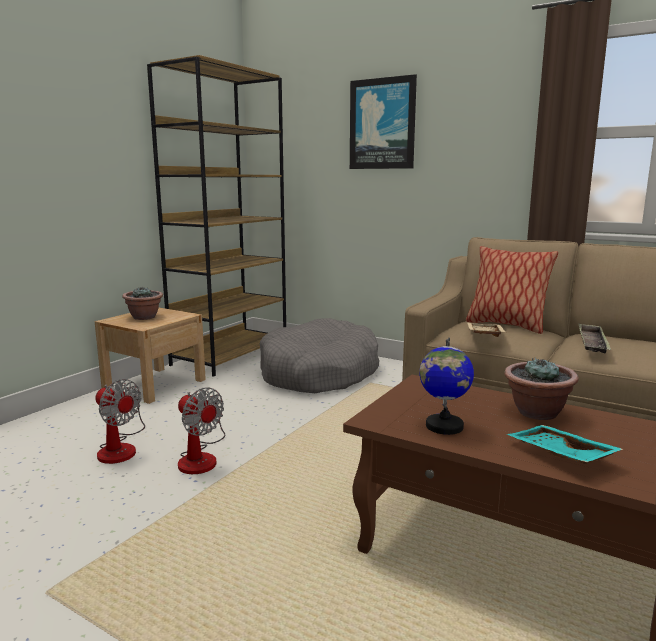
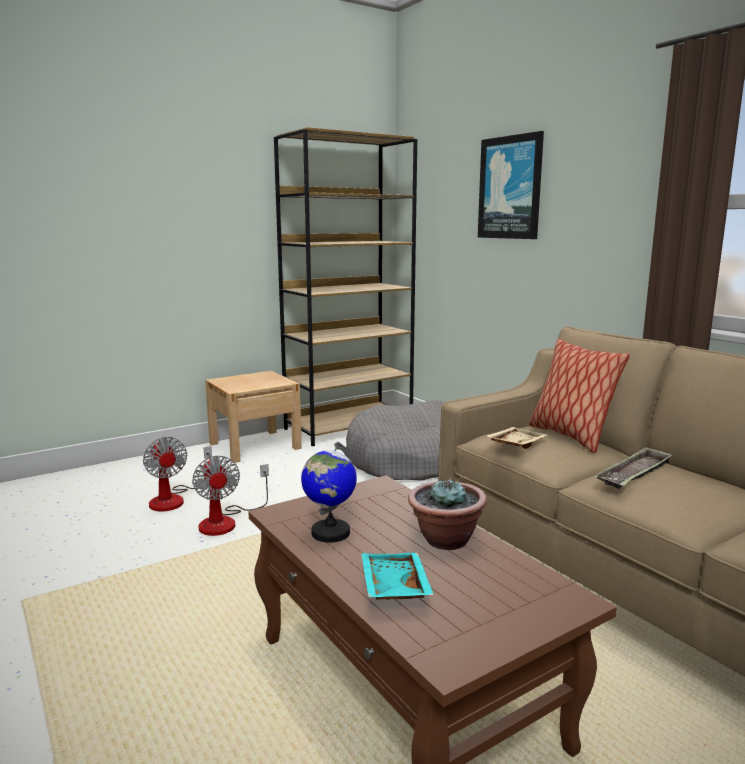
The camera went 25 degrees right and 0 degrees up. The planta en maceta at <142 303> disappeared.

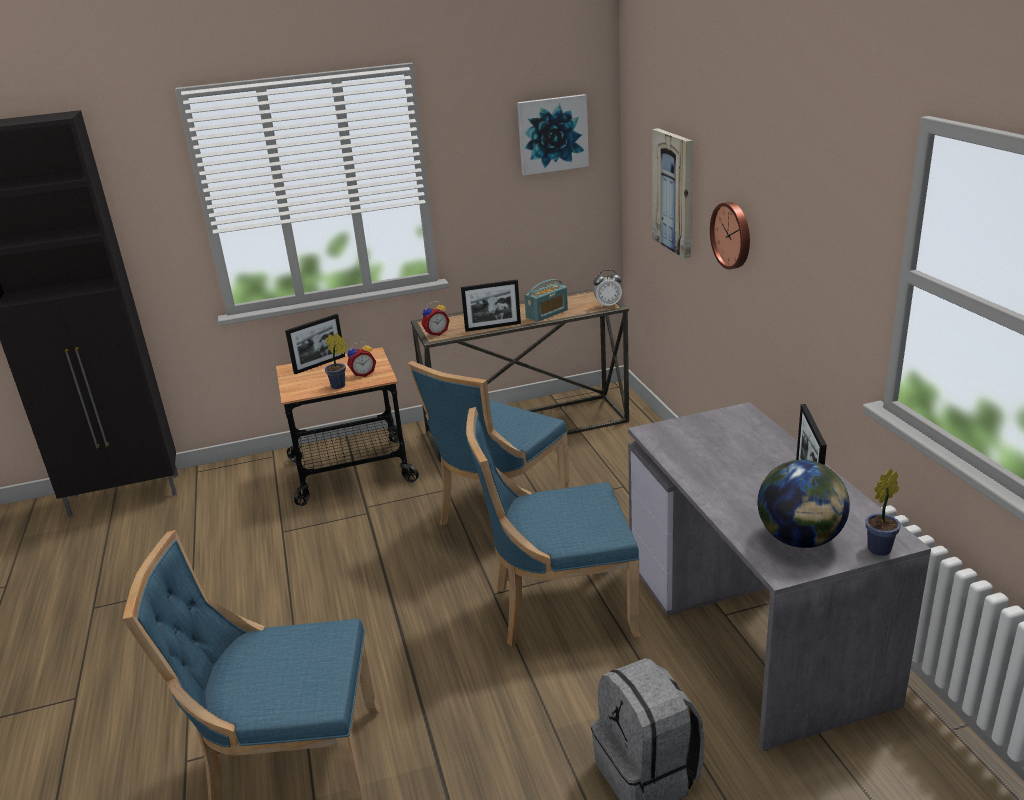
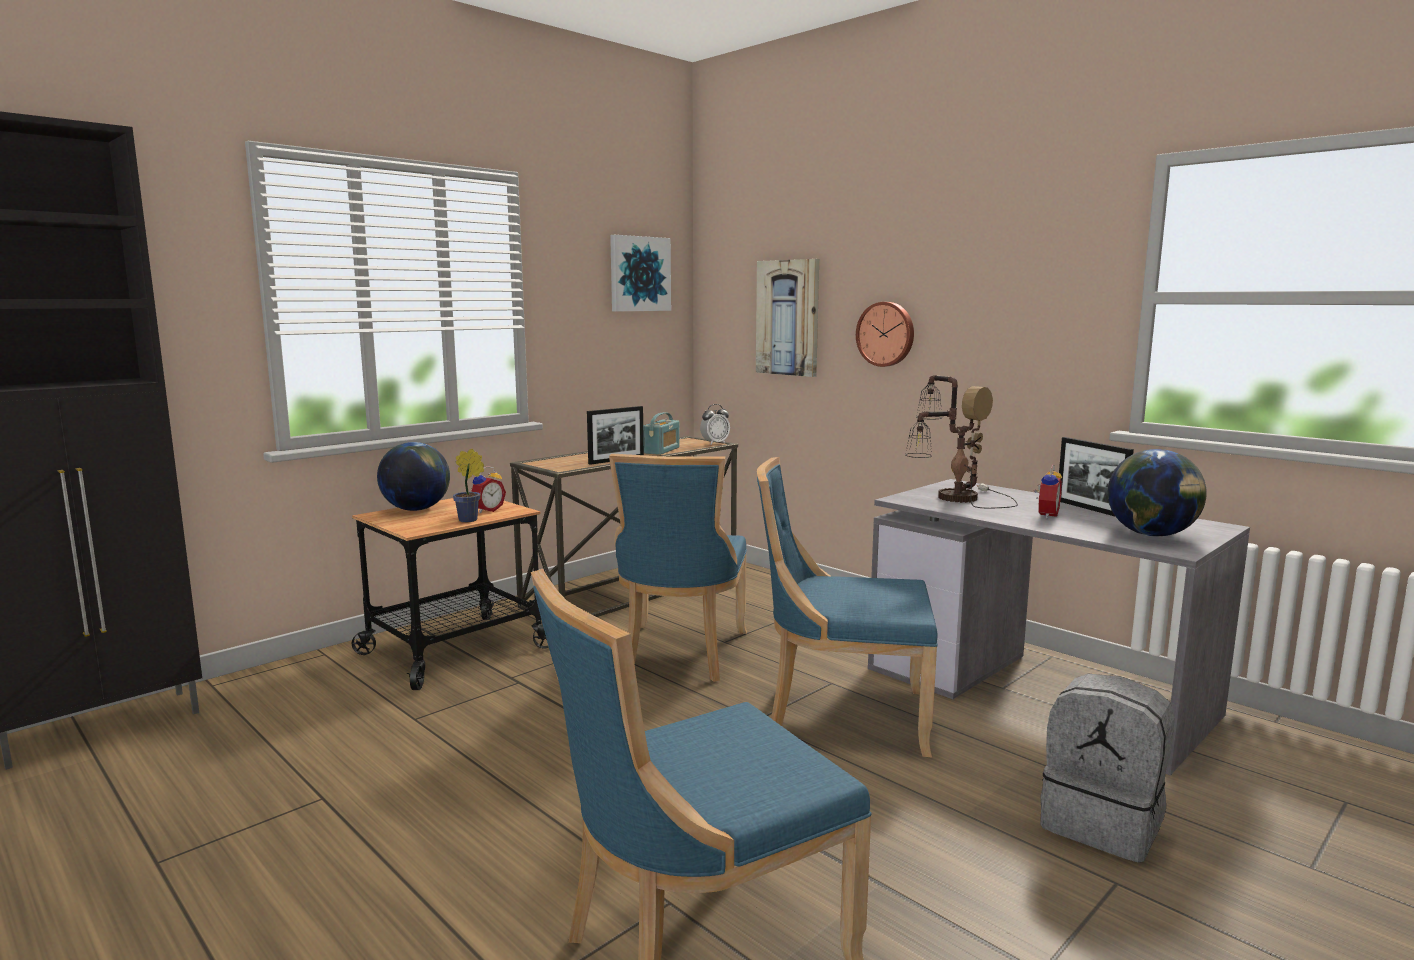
The camera went 30 degrees left and 15 degrees down. The despertador moved from <436 319> to <1048 491>. The portarretratos at <315 344> was replaced by the globo terráqueo at <413 476>. The silla [azul] at <553 526> turned 45 degrees clockwise. The planta en maceta at <883 512> disappeared. The lámpara de mesa at <961 442> appeared.

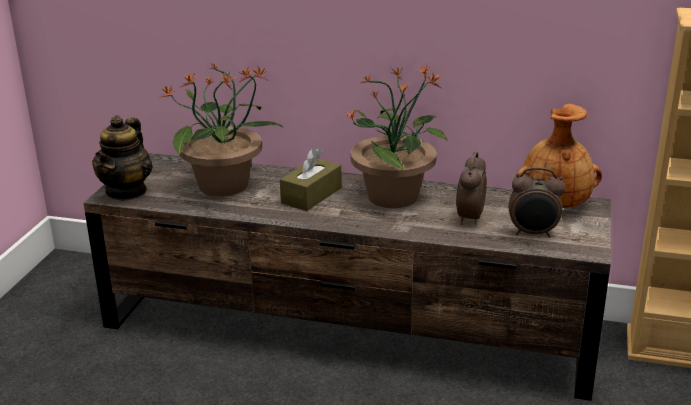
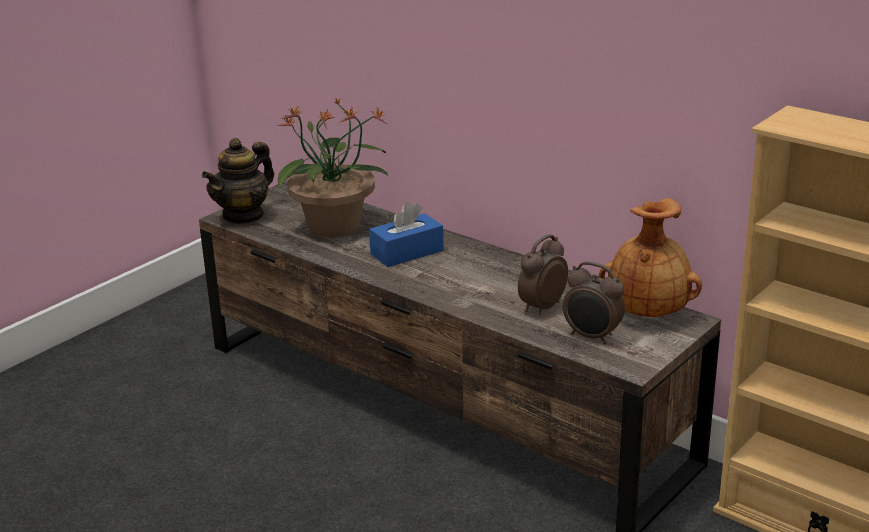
The camera went 25 degrees right and 0 degrees up. The planta en maceta at <396 136> disappeared. The caja de pañuelos [marrón] at <311 179> became the caja de pañuelos [azul] at <406 234>.

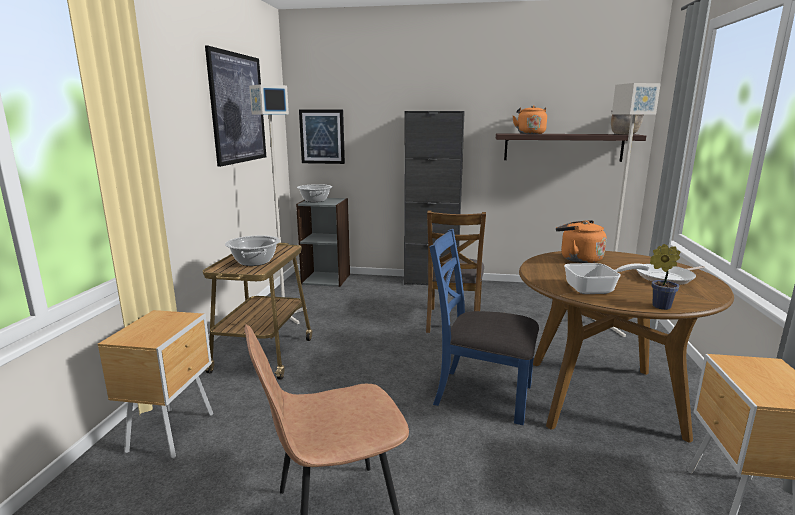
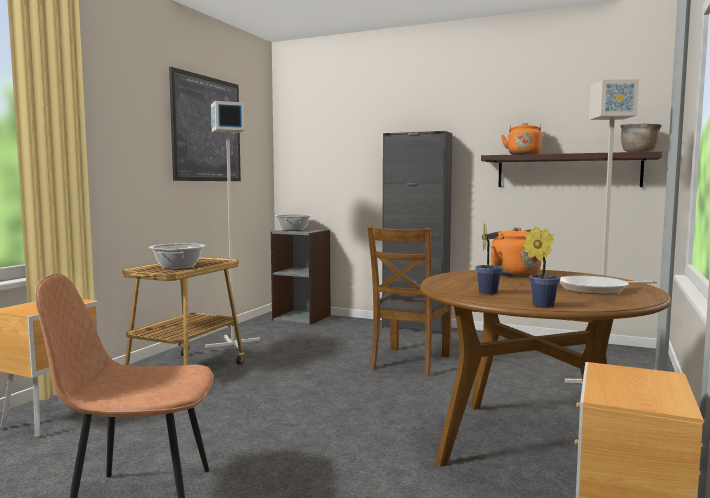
The camera went 15 degrees right and 10 degrees down. The cuadro at <322 137> disappeared. The silla [azul] at <484 327> disappeared. The sartén at <607 278> was replaced by the planta en maceta at <489 259>.

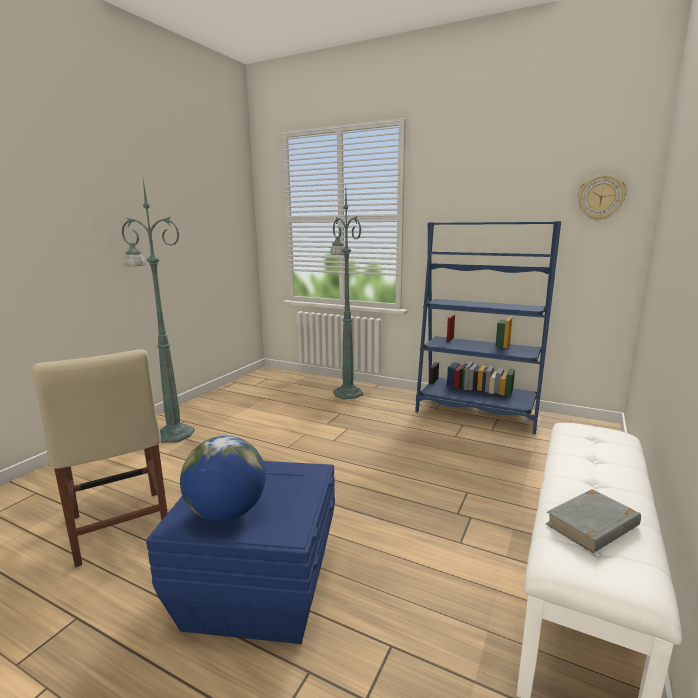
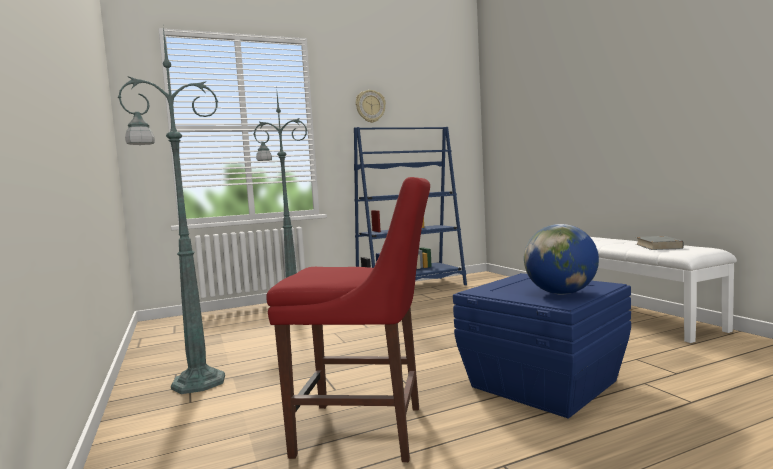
The camera went 50 degrees left and 10 degrees down. The reloj de pared moved from <602 197> to <371 106>. The silla [beis] at <100 458> became the silla [rojo] at <348 319>.

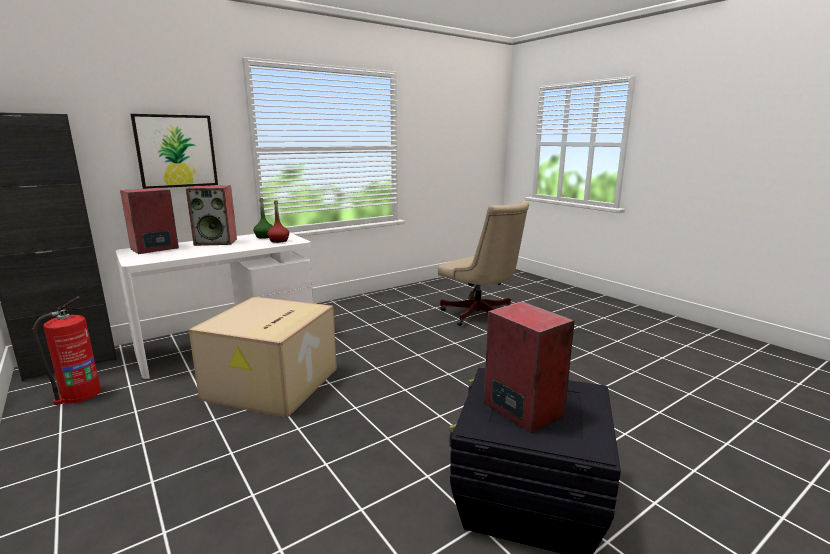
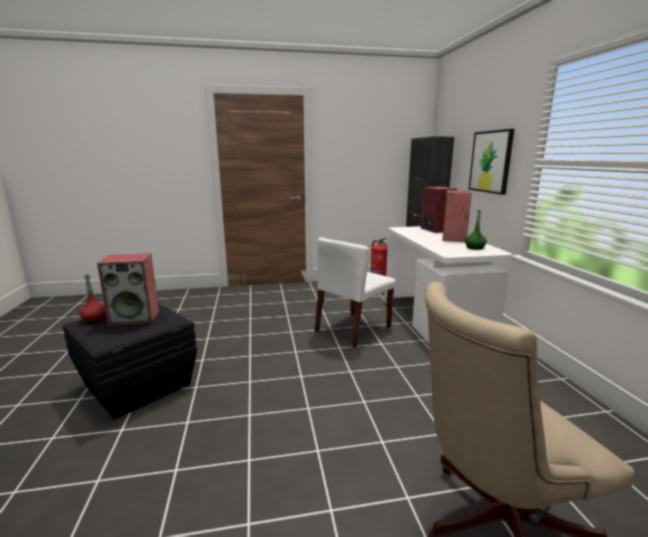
The camera went 115 degrees right and 0 degrees up. The botella [rojo] moved from <278 221> to <92 298>. The caja de cartón at <263 357> was replaced by the silla [blanco] at <355 292>.

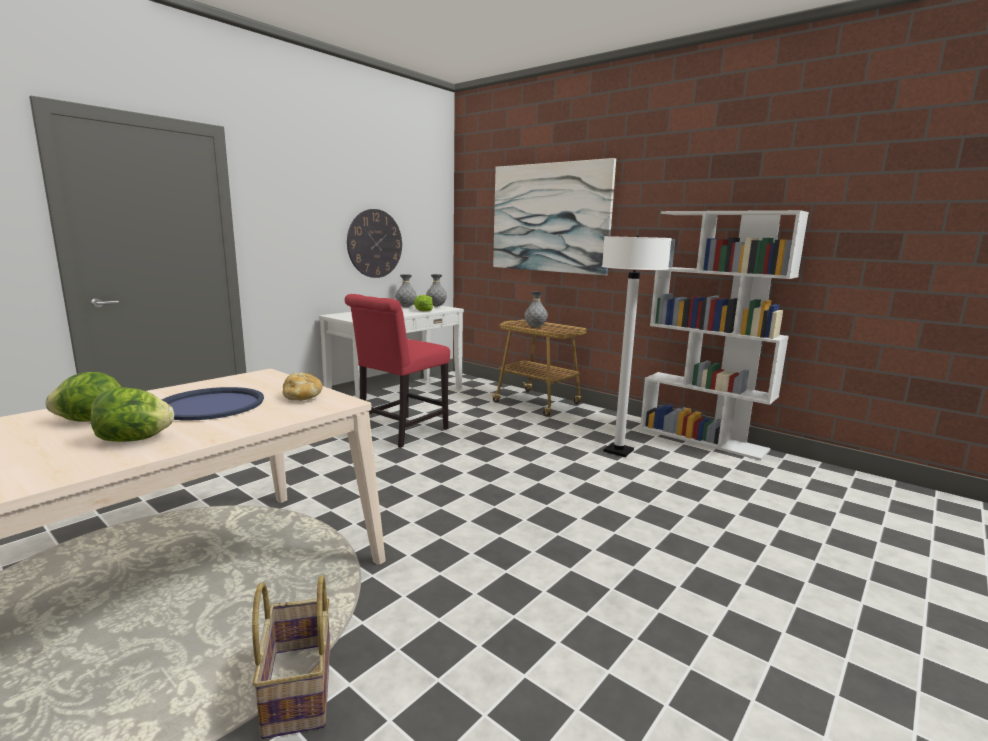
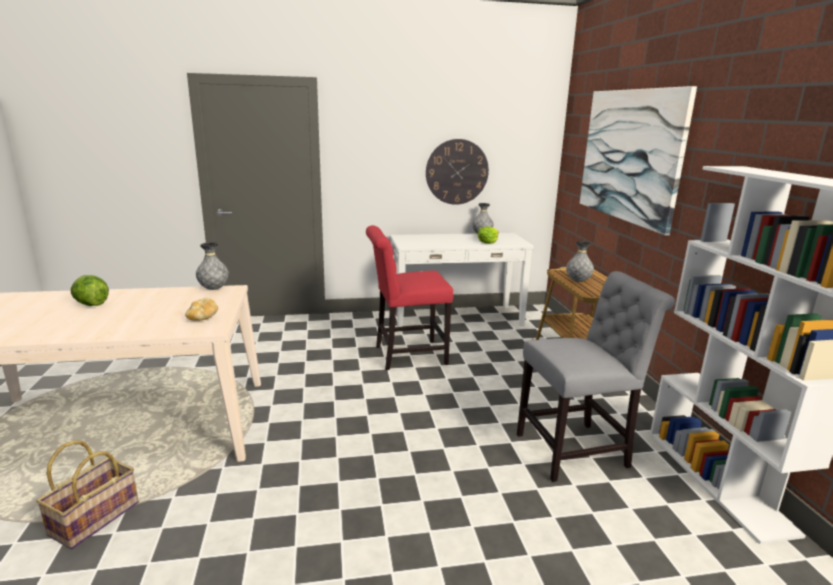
The camera went 40 degrees right and 5 degrees up. The lámpara de pie [blanco] at <637 346> was replaced by the silla [gris] at <596 376>. The florero [gris] moved from <436 290> to <212 266>. The lechuga at <132 414> disappeared. The bandeja [azul] at <213 403> disappeared.

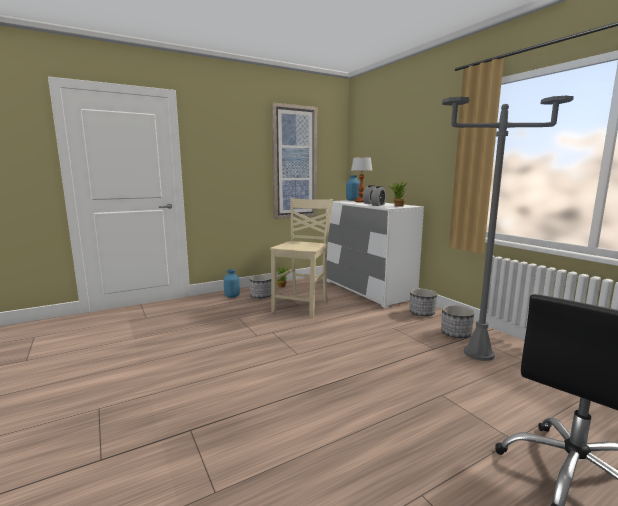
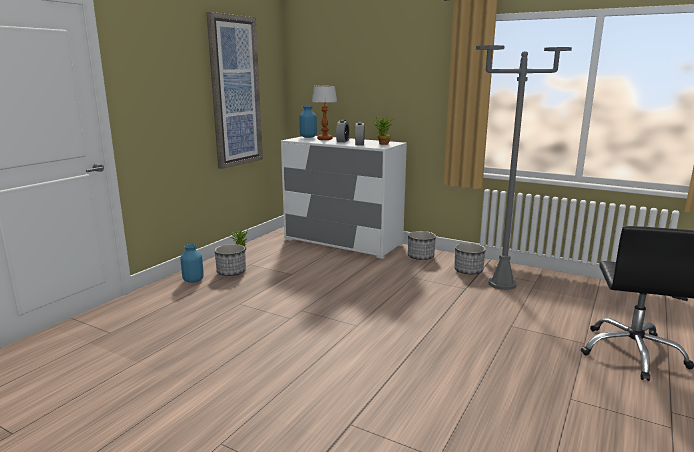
The camera went 30 degrees left and 5 degrees up. The silla [beis] at <301 258> disappeared.

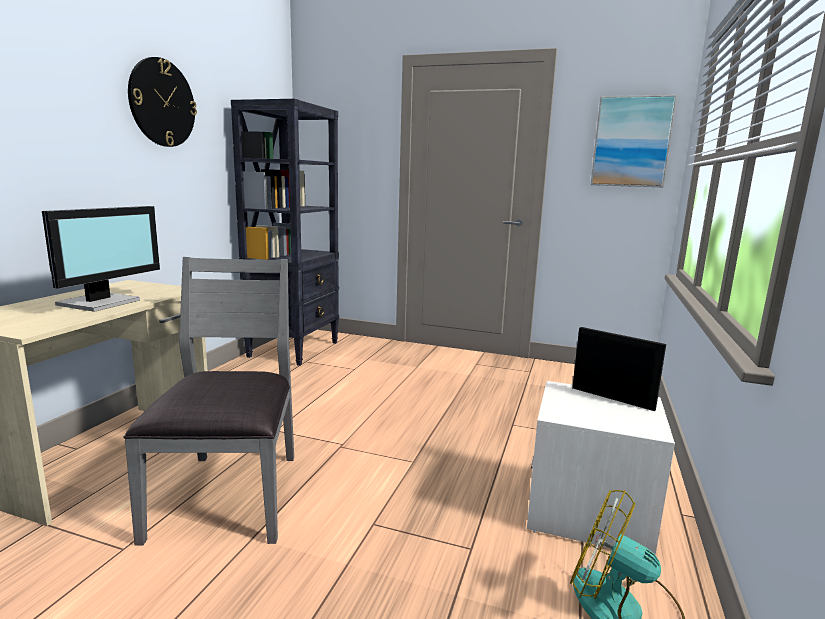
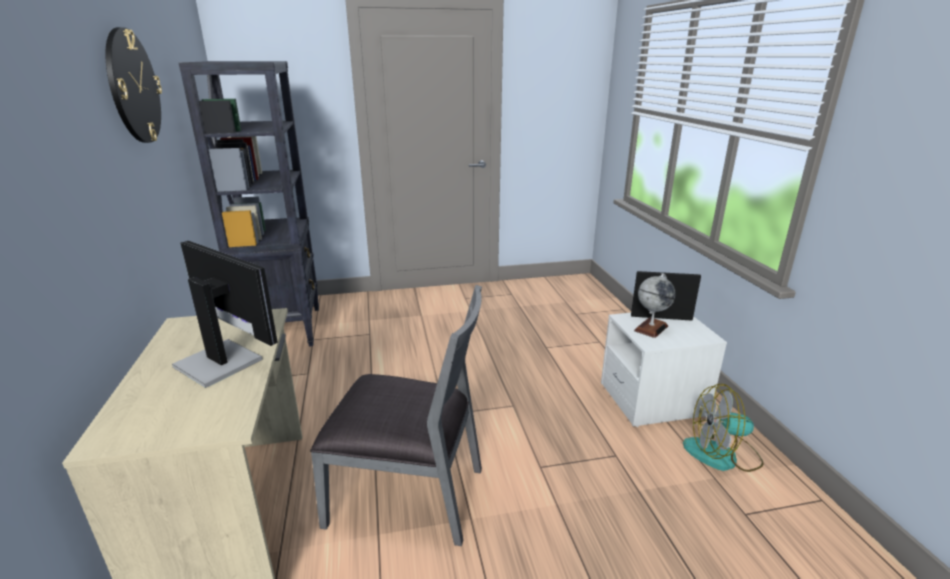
The camera went 30 degrees left and 10 degrees up. The cuadro at <633 141> disappeared. The monitor at <101 259> turned 45 degrees counterclockwise. The silla [gris] at <209 401> turned 135 degrees clockwise. The globo terráqueo at <654 305> appeared.

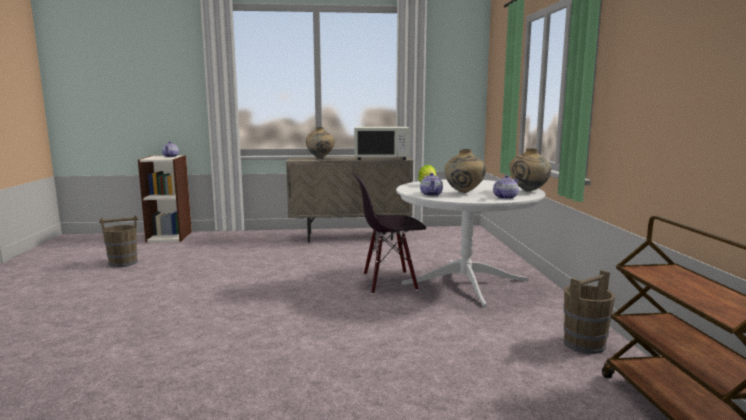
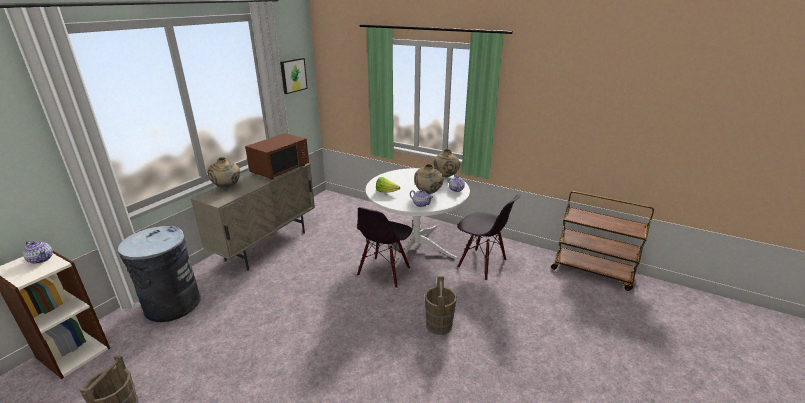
The camera went 55 degrees left and 15 degrees up. The microondas [blanco] at <382 143> became the microondas [marrón] at <277 156>. The cubo [marrón] moved from <589 312> to <441 305>. The cuadro at <294 76> appeared. The silla [negro] at <488 237> appeared. The papelera [gris] at <159 273> appeared.

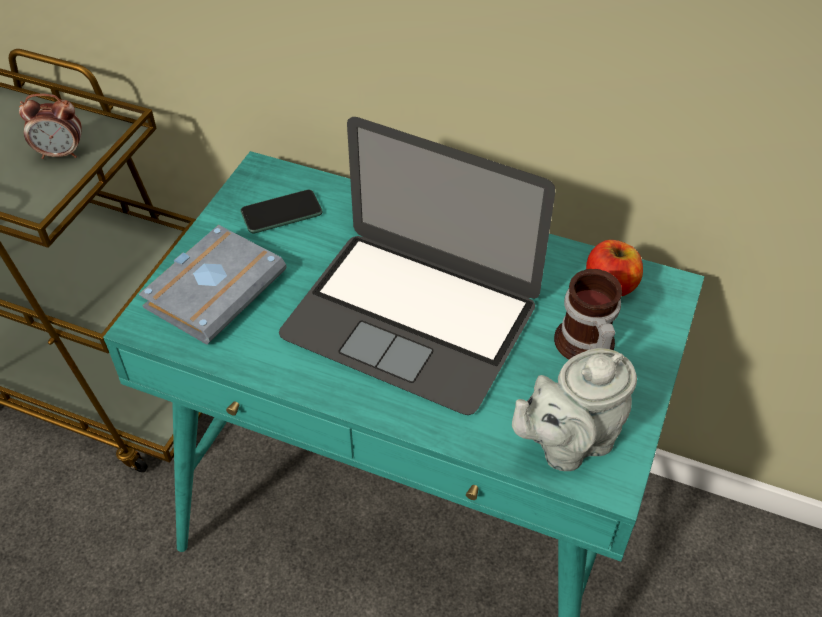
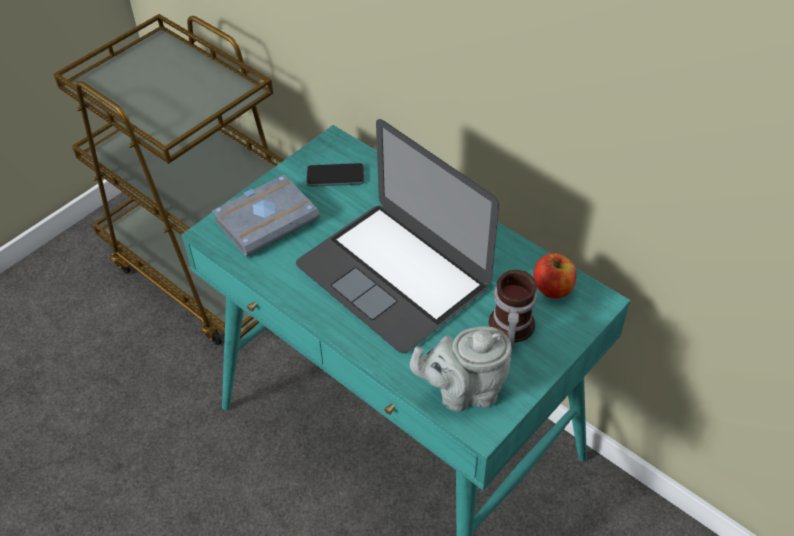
The camera went 20 degrees right and 0 degrees up. The despertador at <50 126> disappeared.

